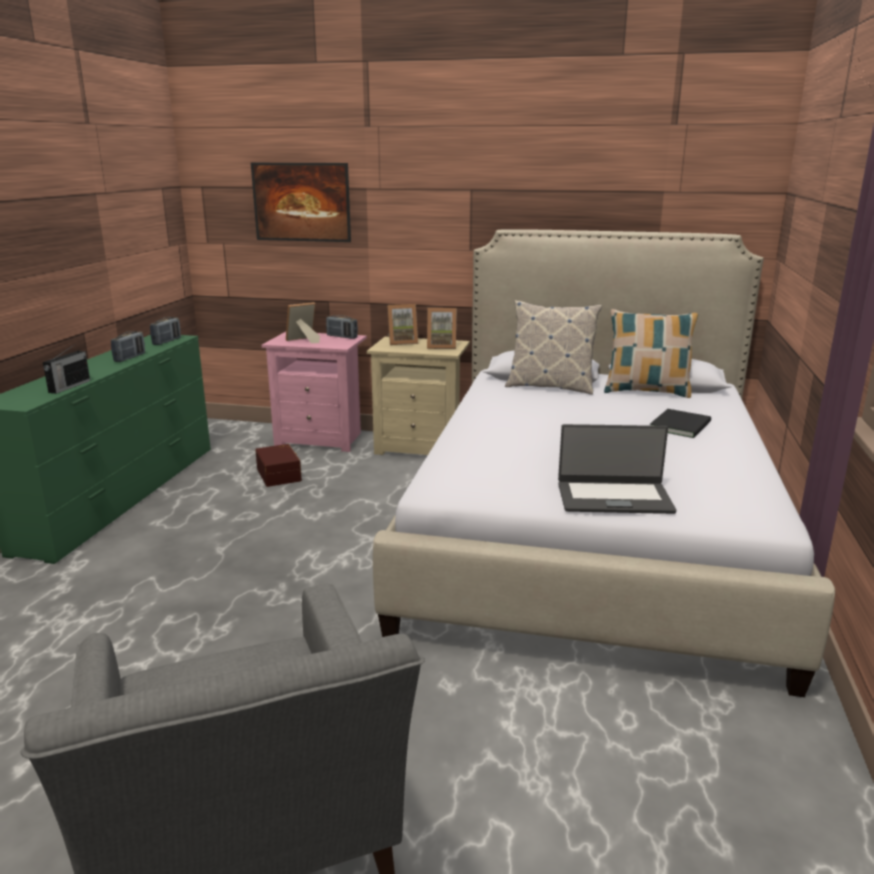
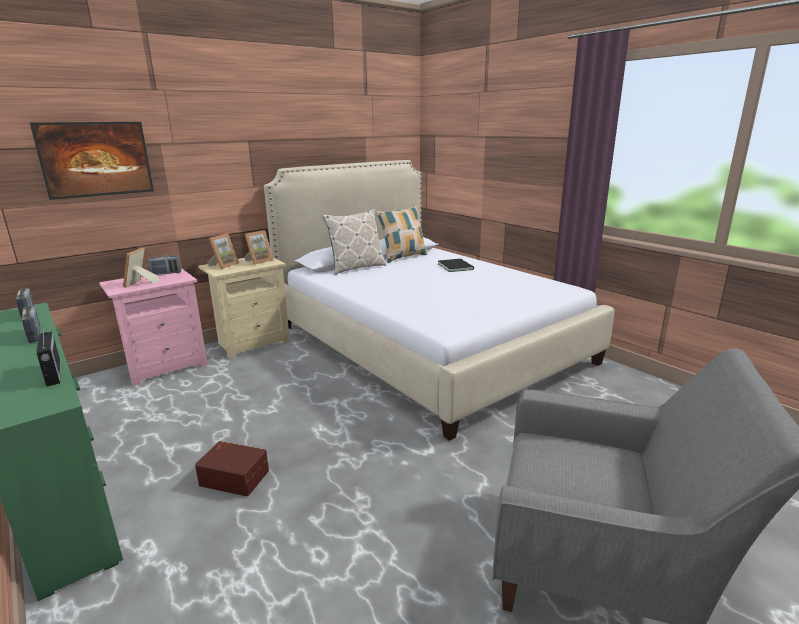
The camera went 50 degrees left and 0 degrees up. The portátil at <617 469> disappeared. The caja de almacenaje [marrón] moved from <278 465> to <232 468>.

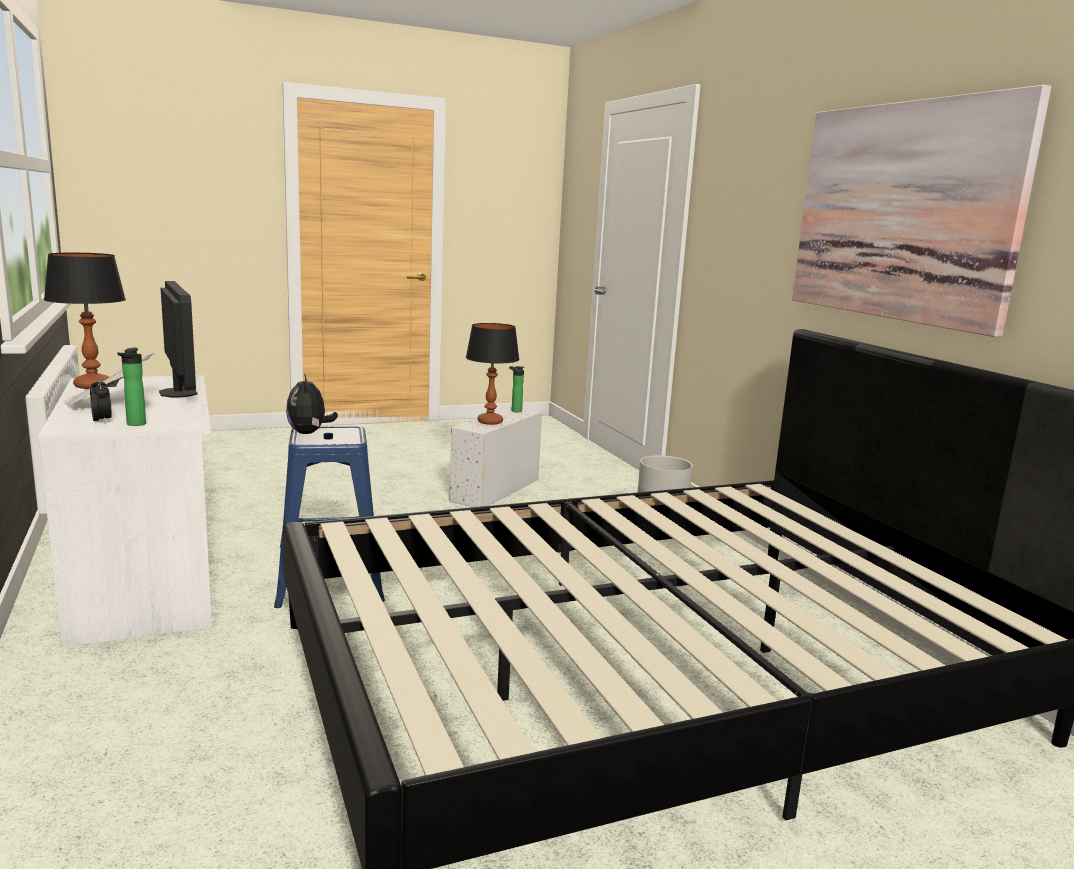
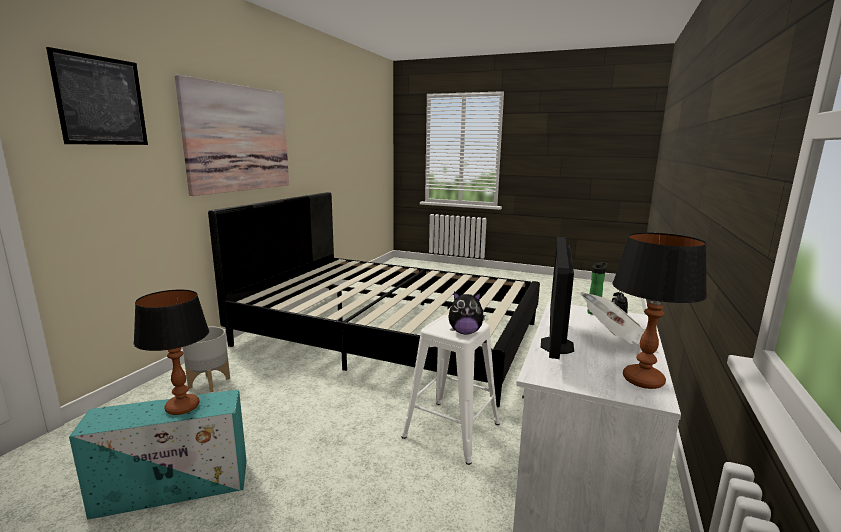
The camera went 135 degrees left and 0 degrees up. The botella at <516 389> disappeared. The peluche at <312 404> turned 60 degrees clockwise. The caja de almacenaje [blanco] at <495 457> became the caja de almacenaje [turquesa] at <158 455>. The taburete [azul] at <329 517> became the taburete [blanco] at <451 390>. The cuadro at <97 96> appeared.

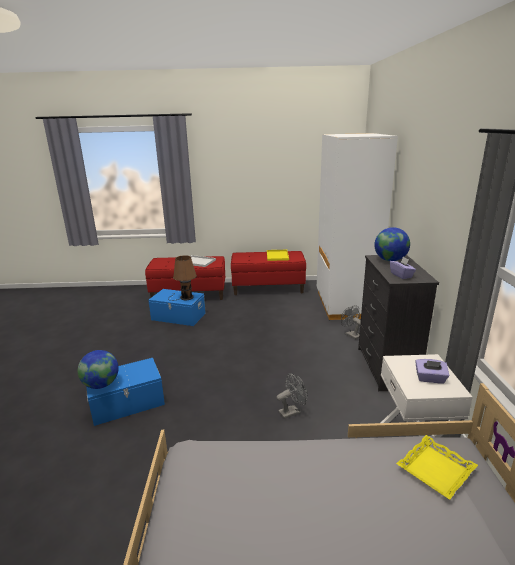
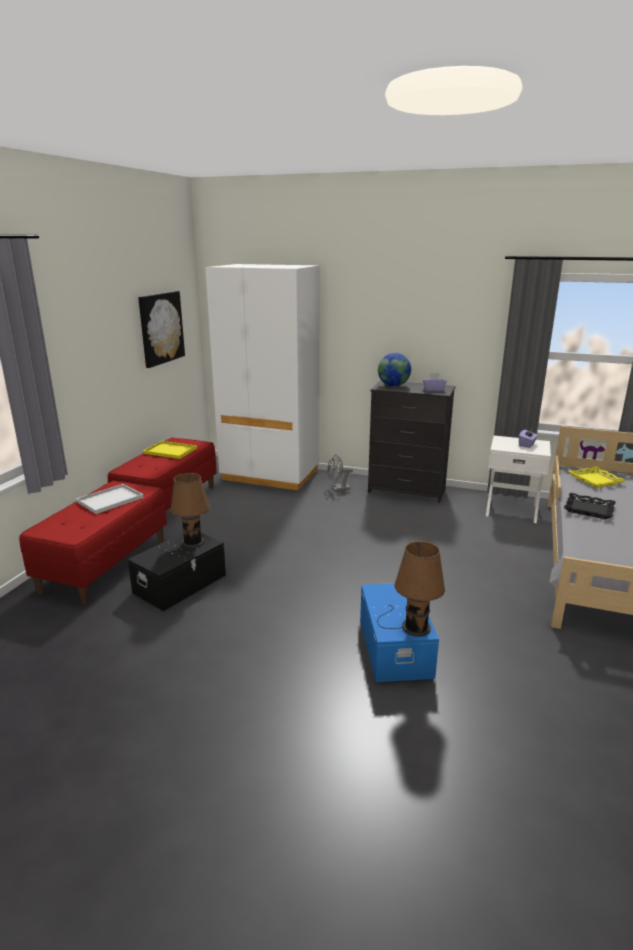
The camera went 70 degrees left and 0 degrees up. The caja de almacenaje [azul] at <177 307> became the caja de almacenaje [negro] at <177 572>. The globo terráqueo at <98 369> was replaced by the lámpara de mesa [marrón] at <411 589>. The ventilador [gris] at <292 396> disappeared. The cuadro at <161 329> appeared. The bandeja [negro] at <590 506> appeared.

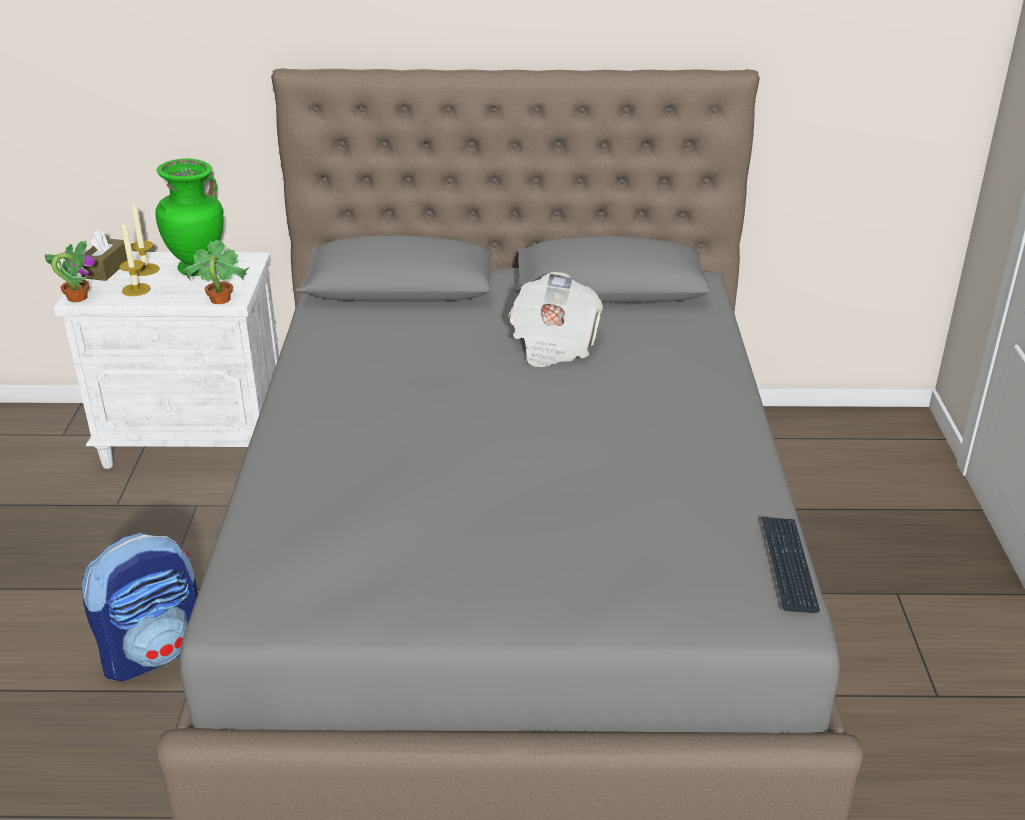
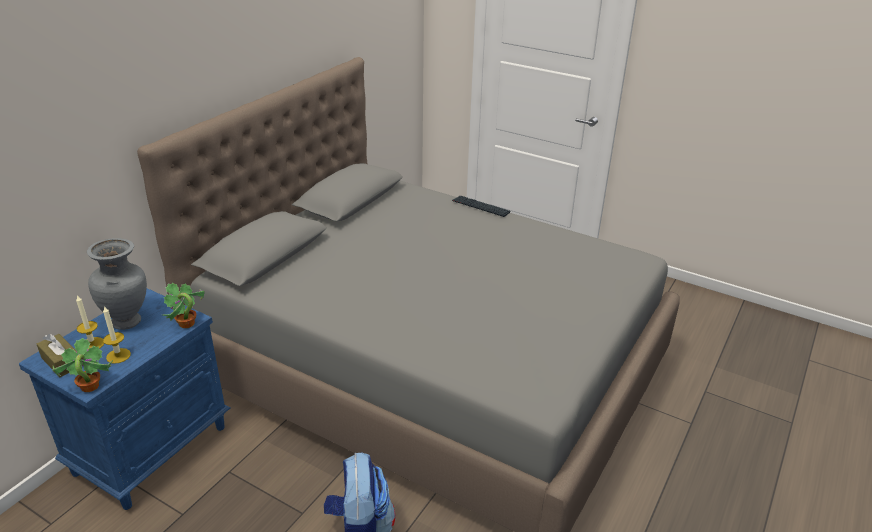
The camera went 60 degrees left and 0 degrees up. The florero [verde] at <189 217> became the florero [gris] at <117 284>. The mesita de noche [blanco] at <166 360> became the mesita de noche [azul] at <124 399>. The periódico at <555 319> disappeared. The teclado moved from <791 565> to <481 206>.

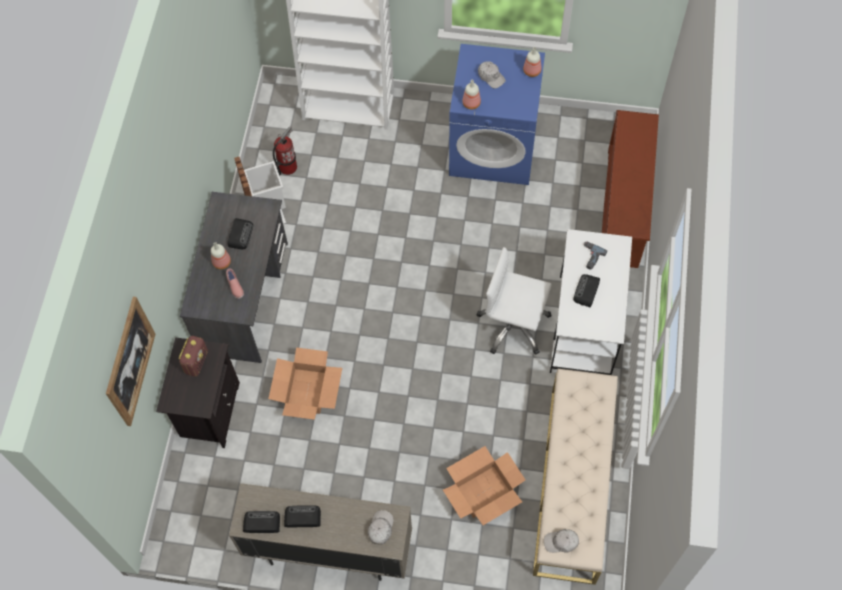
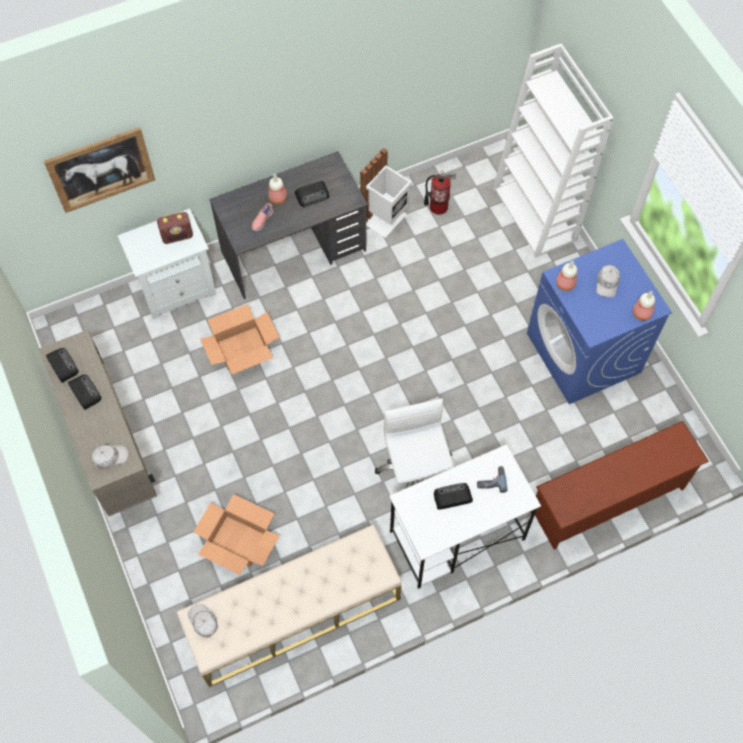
The camera went 55 degrees right and 0 degrees up. The mesita de noche [negro] at <198 392> became the mesita de noche [blanco] at <167 263>.

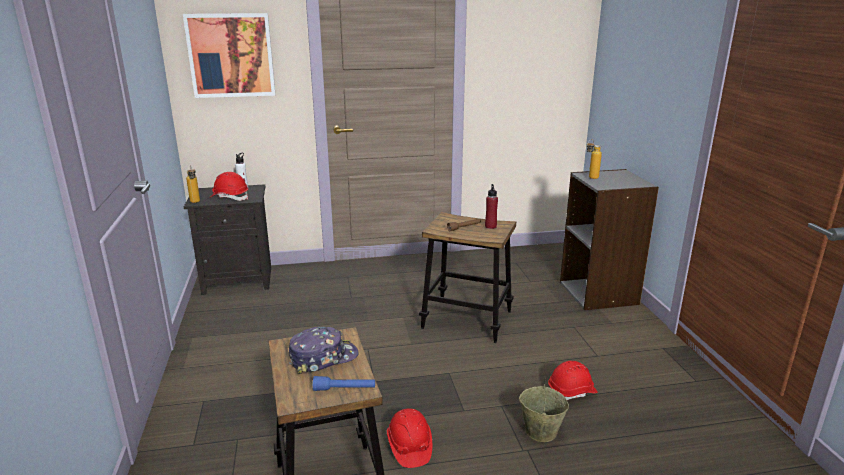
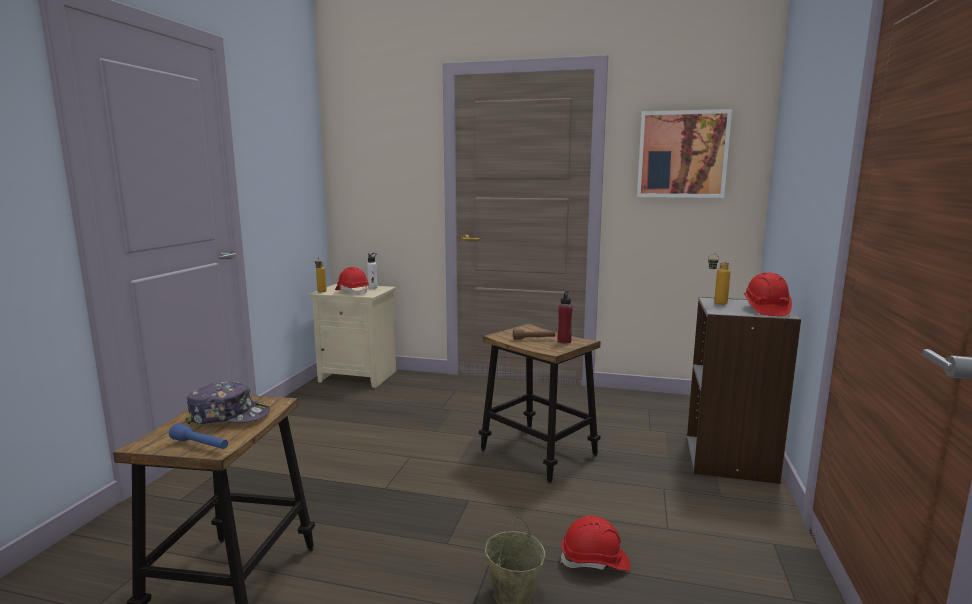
The camera went 25 degrees right and 10 degrees down. The cuadro moved from <229 55> to <684 153>. The mesita de noche [negro] at <227 239> became the mesita de noche [beis] at <352 336>. The casco [rojo] moved from <409 438> to <768 294>.

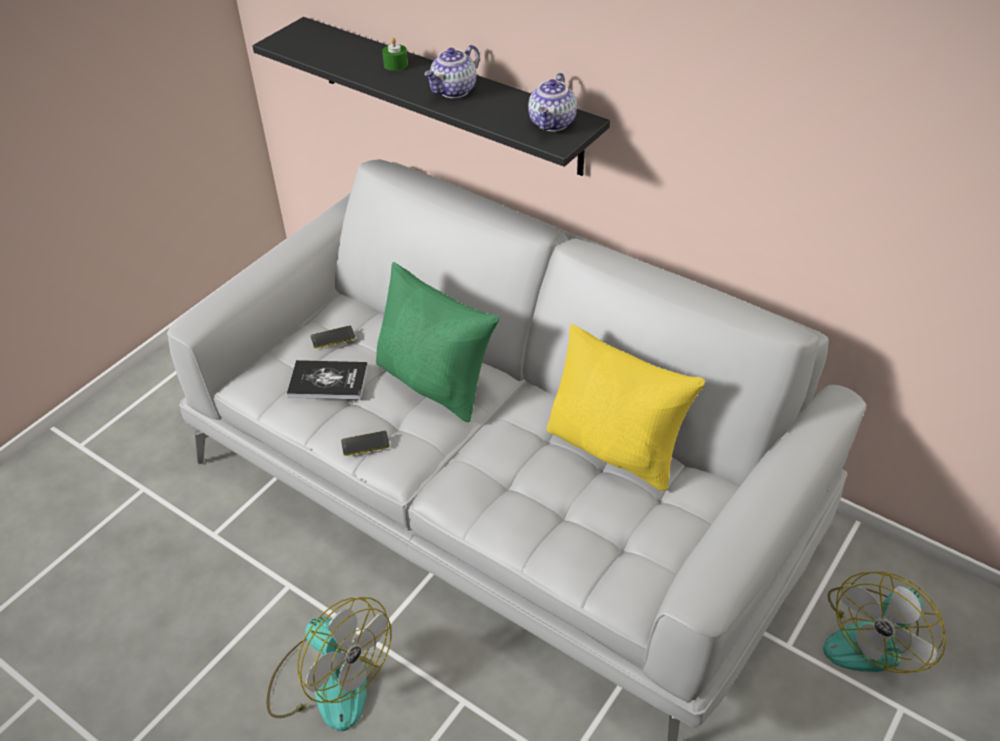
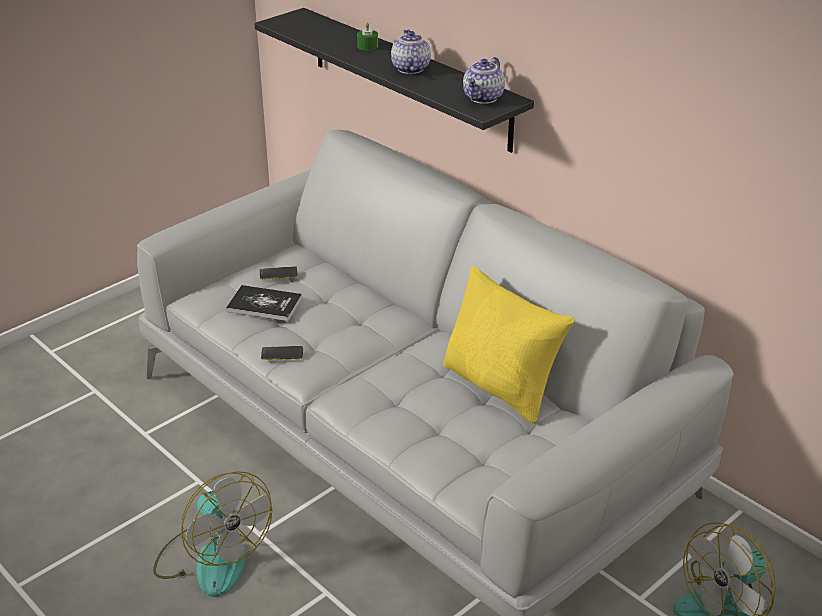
The camera went 10 degrees right and 10 degrees down. The tetera at <452 71> turned 120 degrees clockwise. The cojín [verde] at <437 342> disappeared.

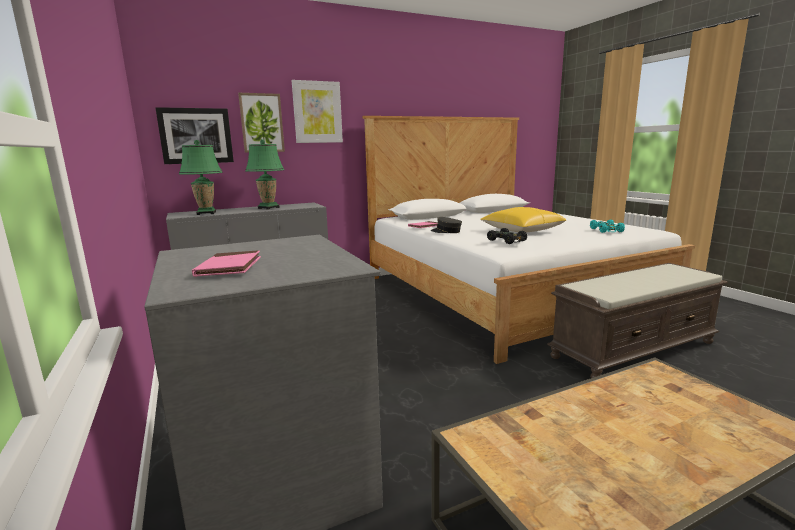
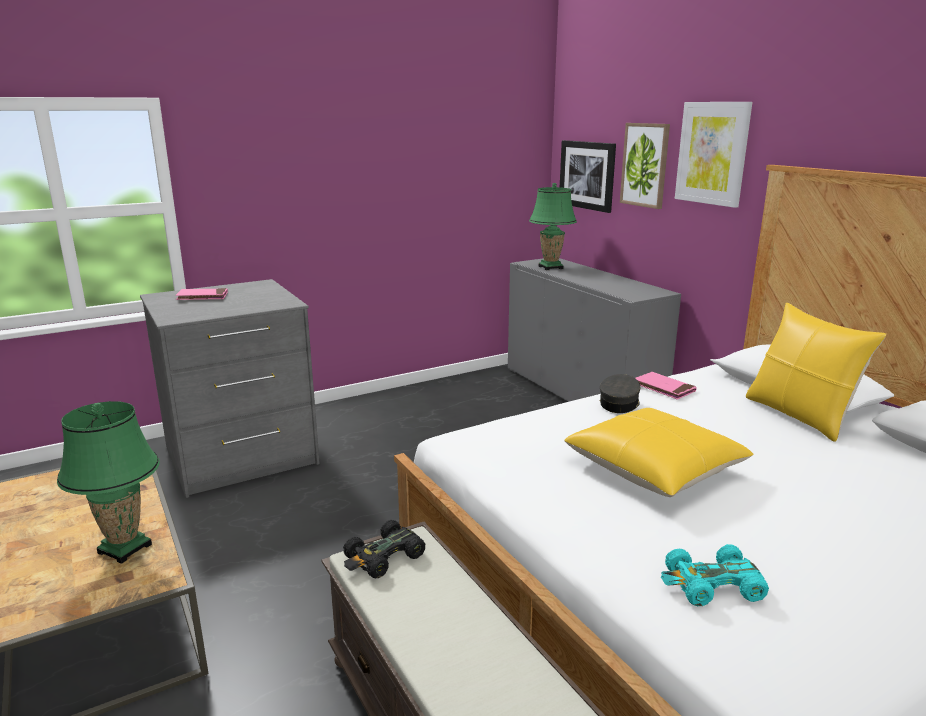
The camera went 85 degrees right and 5 degrees up. The lámpara de mesa [verde] moved from <265 174> to <108 482>. The coche de juguete [negro] moved from <507 236> to <384 549>. The cojín [amarillo] at <816 372> appeared.

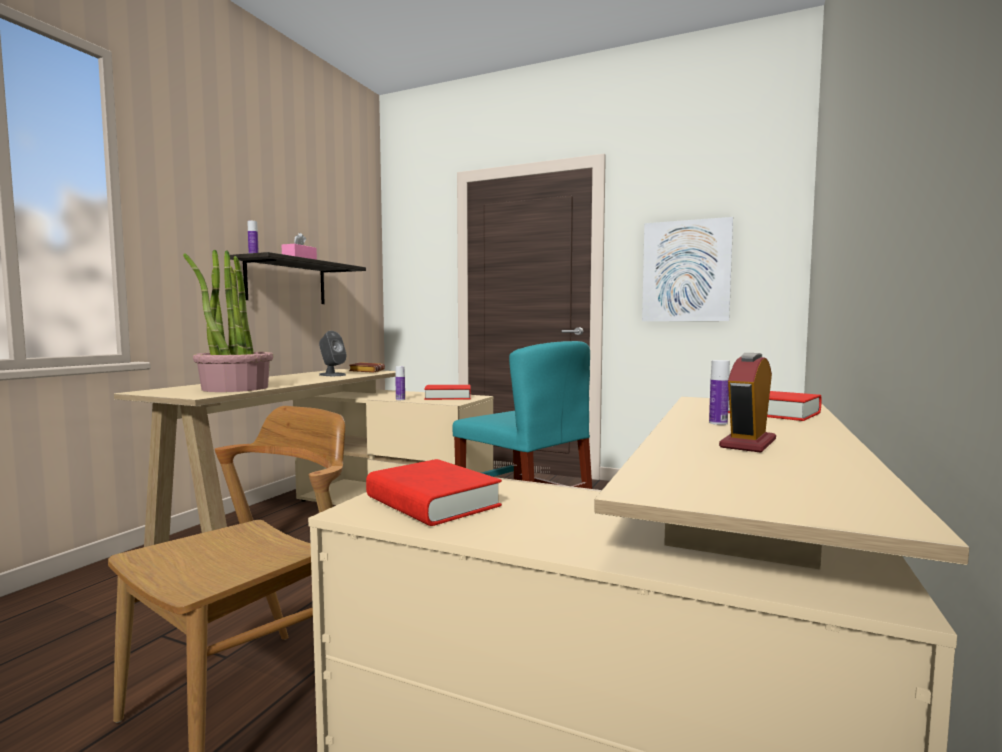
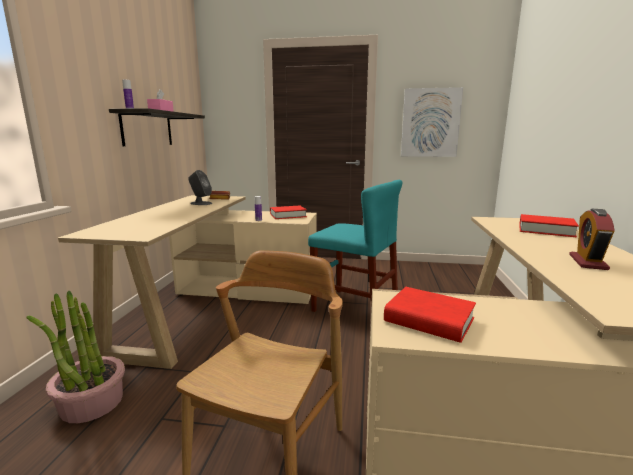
The camera went 15 degrees left and 10 degrees up. The planta en maceta moved from <228 320> to <75 357>. The botella at <719 392> disappeared.

